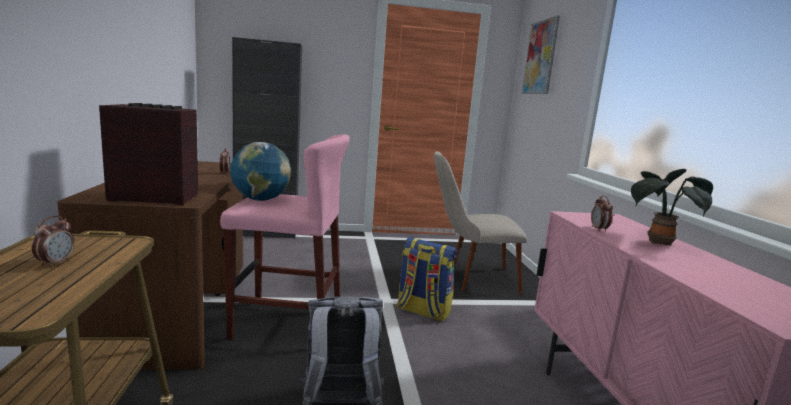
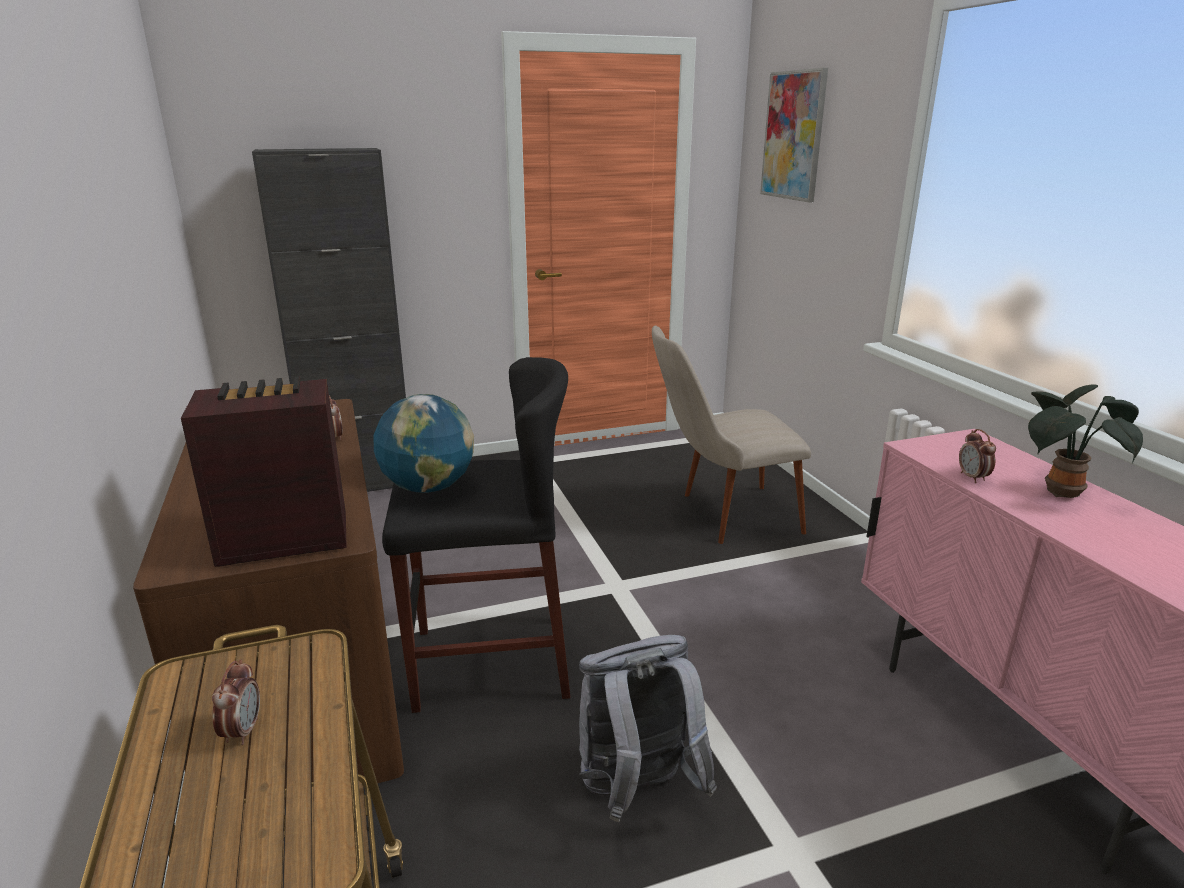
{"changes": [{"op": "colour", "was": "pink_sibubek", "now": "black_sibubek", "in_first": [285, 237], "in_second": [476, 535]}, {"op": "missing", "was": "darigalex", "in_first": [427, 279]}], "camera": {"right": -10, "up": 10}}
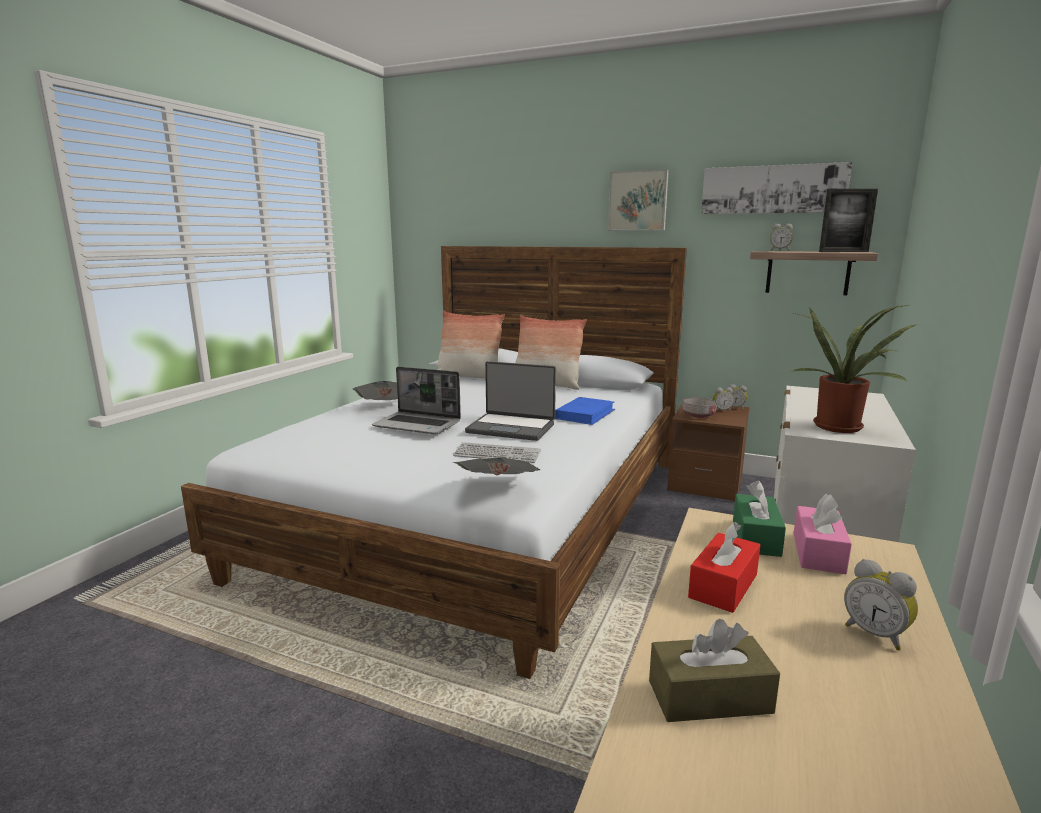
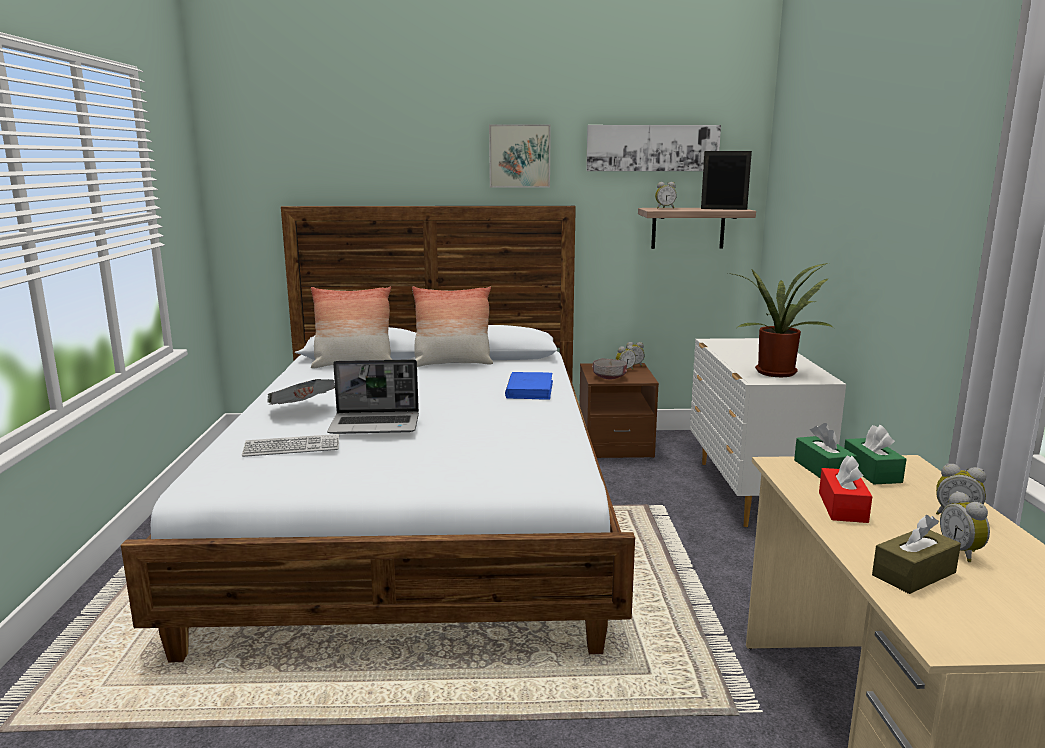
{"changes": [{"op": "spun", "was": "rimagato", "in_first": [848, 220], "in_second": [726, 180], "clockwise": -135}, {"op": "missing", "was": "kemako", "in_first": [510, 401]}, {"op": "relocated", "was": "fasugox", "in_first": [497, 452], "in_second": [290, 445]}, {"op": "missing", "was": "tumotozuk", "in_first": [496, 466]}, {"op": "colour", "was": "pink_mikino", "now": "green_mikino", "in_first": [823, 534], "in_second": [875, 454]}, {"op": "appeared", "now": "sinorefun", "in_second": [965, 526]}], "camera": {"right": -25, "up": 0}}
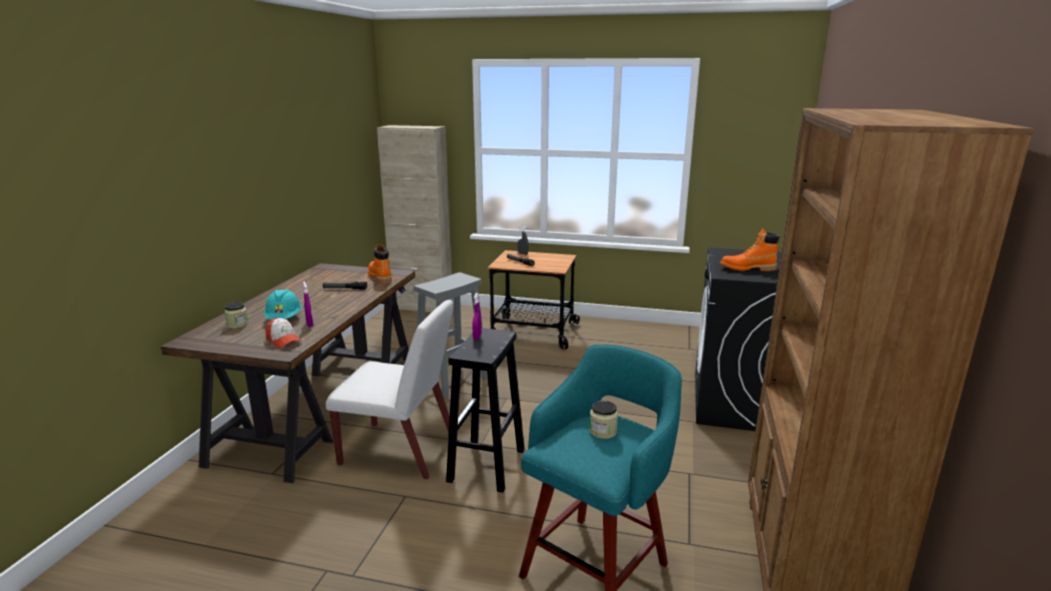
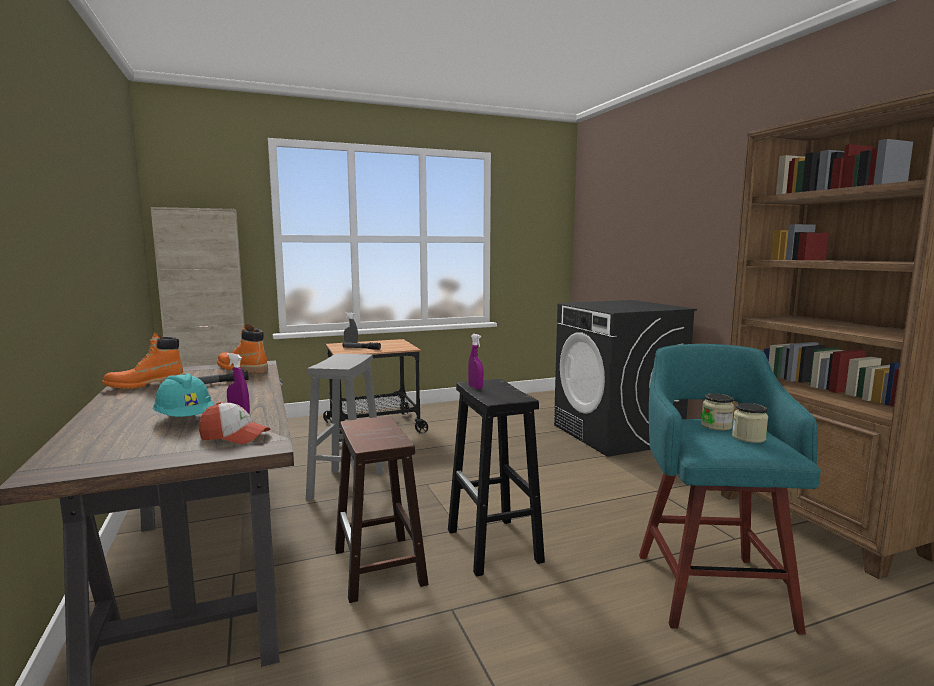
{"changes": [{"op": "relocated", "was": "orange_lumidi", "in_first": [750, 250], "in_second": [143, 360]}, {"op": "exchanged", "was": "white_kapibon", "now": "brown_sibubek", "in_first": [389, 390], "in_second": [381, 509]}, {"op": "relocated", "was": "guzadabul", "in_first": [236, 315], "in_second": [750, 423]}], "camera": {"right": -35, "up": -10}}
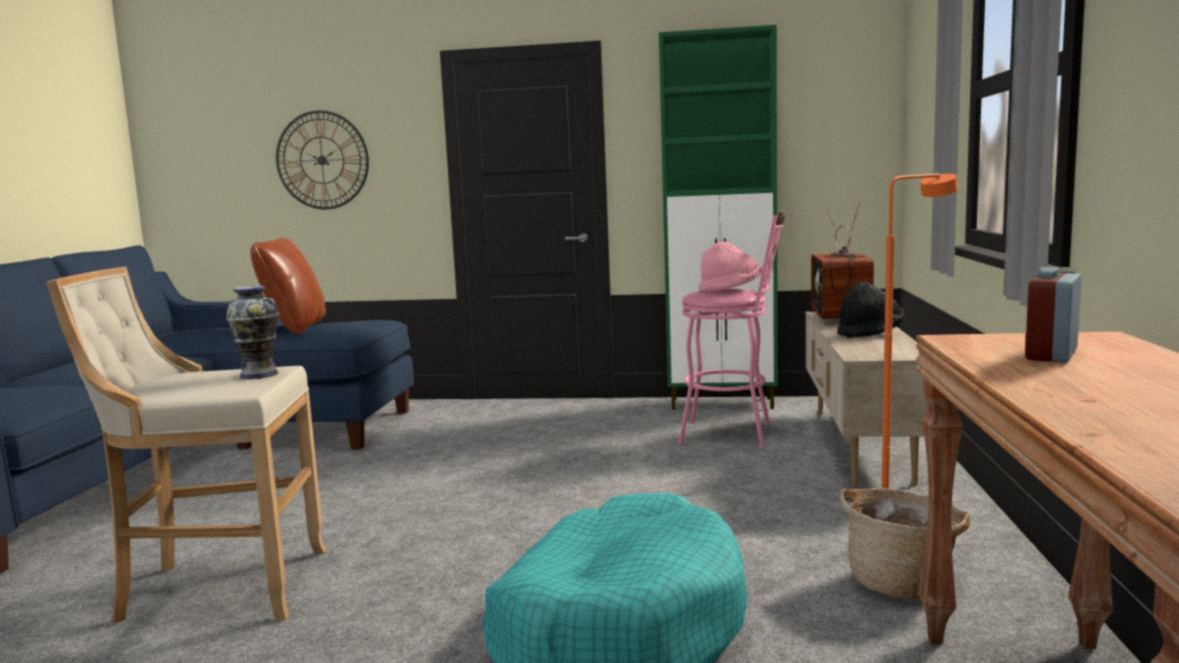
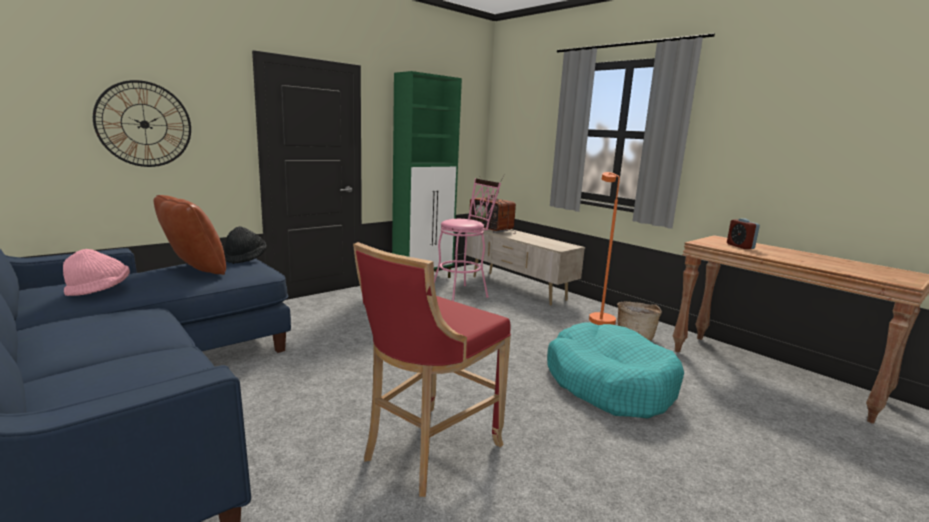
{"changes": [{"op": "relocated", "was": "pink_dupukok", "in_first": [730, 267], "in_second": [96, 272]}, {"op": "colour", "was": "beige_sibubek", "now": "red_sibubek", "in_first": [186, 445], "in_second": [432, 369]}, {"op": "relocated", "was": "black_dupukok", "in_first": [870, 310], "in_second": [246, 245]}, {"op": "missing", "was": "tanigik", "in_first": [252, 332]}], "camera": {"right": -50, "up": 5}}
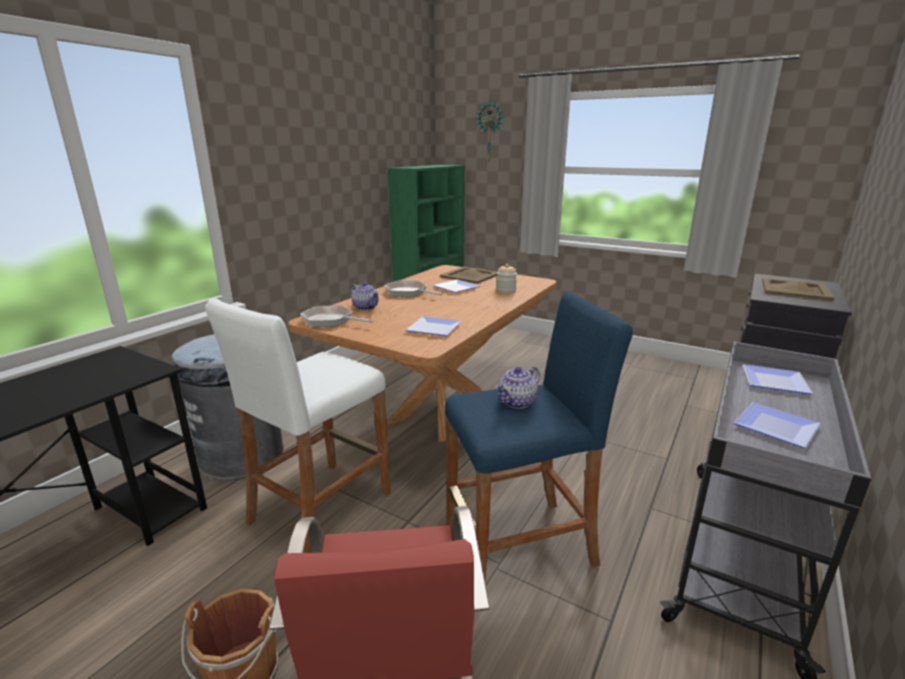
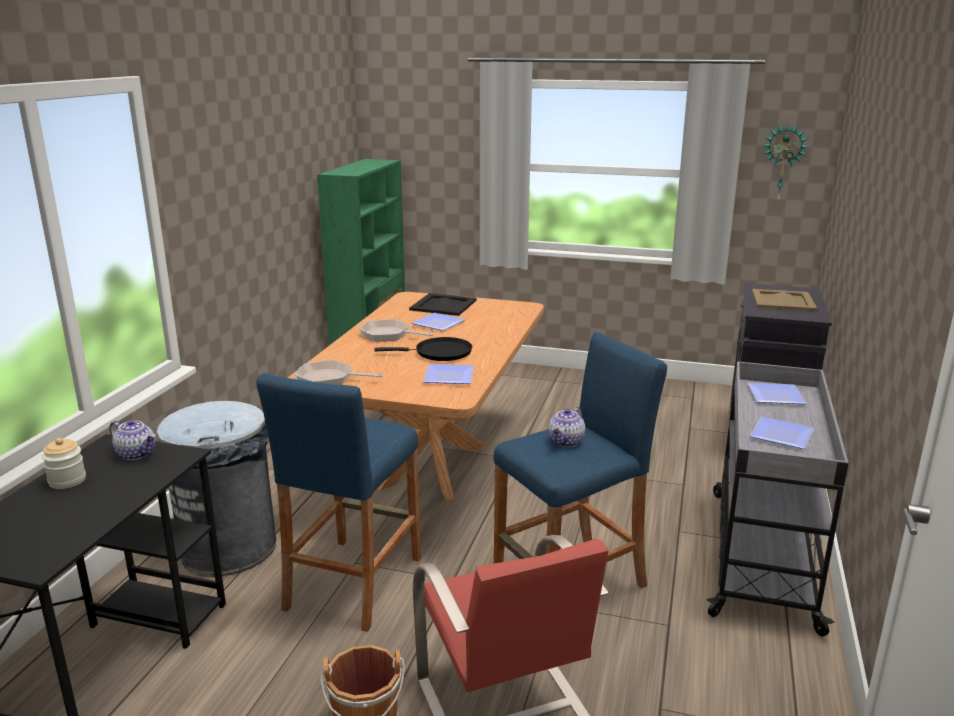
{"changes": [{"op": "relocated", "was": "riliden", "in_first": [490, 131], "in_second": [785, 163]}, {"op": "relocated", "was": "guzadabul", "in_first": [506, 278], "in_second": [64, 463]}, {"op": "colour", "was": "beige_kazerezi", "now": "black_kazerezi", "in_first": [468, 275], "in_second": [443, 304]}, {"op": "relocated", "was": "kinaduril", "in_first": [365, 296], "in_second": [132, 440]}, {"op": "colour", "was": "white_sibubek", "now": "blue_sibubek", "in_first": [298, 425], "in_second": [338, 502]}, {"op": "appeared", "now": "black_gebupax", "in_second": [423, 349]}], "camera": {"right": -15, "up": 0}}
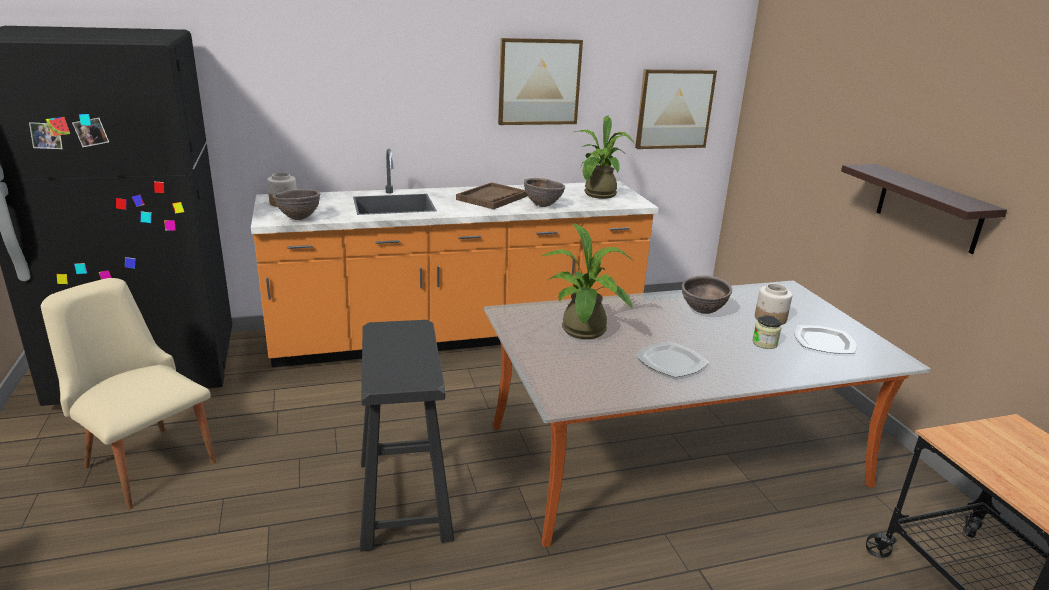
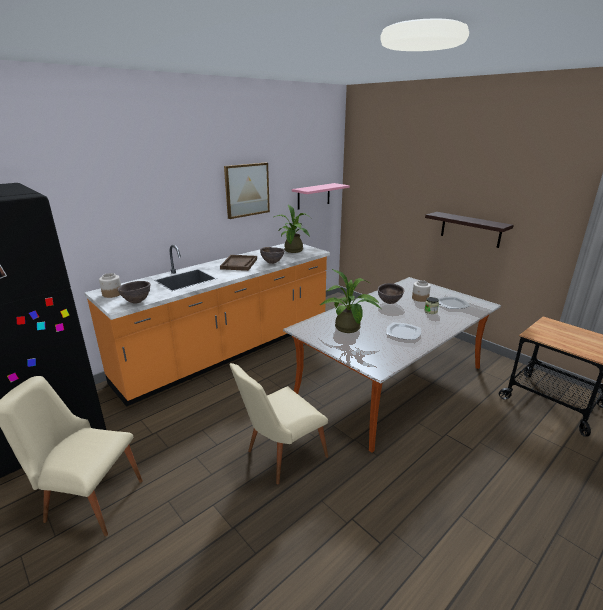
{"changes": [{"op": "exchanged", "was": "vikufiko", "now": "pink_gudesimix", "in_first": [676, 109], "in_second": [321, 196]}, {"op": "exchanged", "was": "black_sibubek", "now": "beige_kapibon", "in_first": [407, 436], "in_second": [278, 424]}], "camera": {"right": -25, "up": 0}}
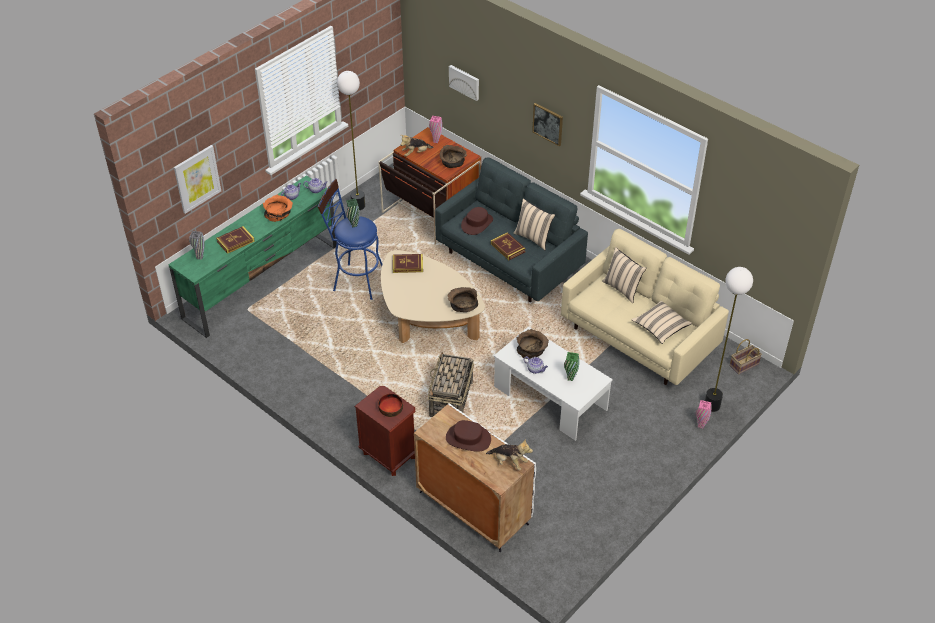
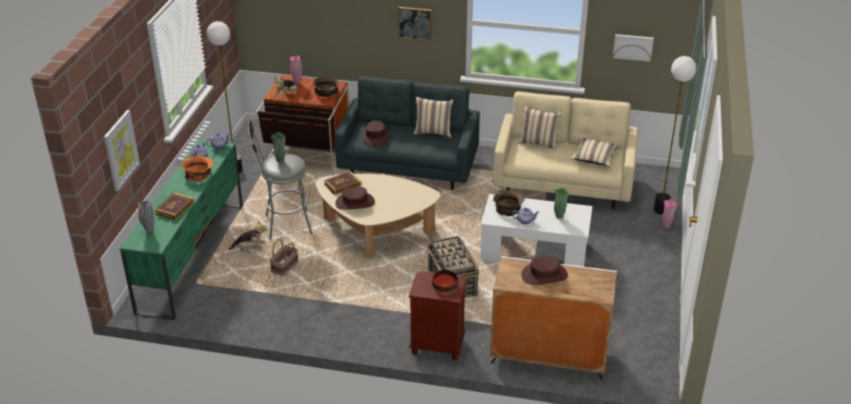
{"changes": [{"op": "relocated", "was": "vikufiko", "in_first": [464, 83], "in_second": [633, 48]}, {"op": "colour", "was": "blue_sibubek", "now": "grey_sibubek", "in_first": [350, 239], "in_second": [280, 180]}, {"op": "missing", "was": "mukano", "in_first": [508, 246]}, {"op": "missing", "was": "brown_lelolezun", "in_first": [462, 299]}, {"op": "relocated", "was": "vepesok", "in_first": [746, 357], "in_second": [284, 257]}, {"op": "relocated", "was": "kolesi", "in_first": [509, 454], "in_second": [248, 235]}, {"op": "appeared", "now": "brown_dupukok", "in_second": [355, 198]}], "camera": {"right": -30, "up": -10}}
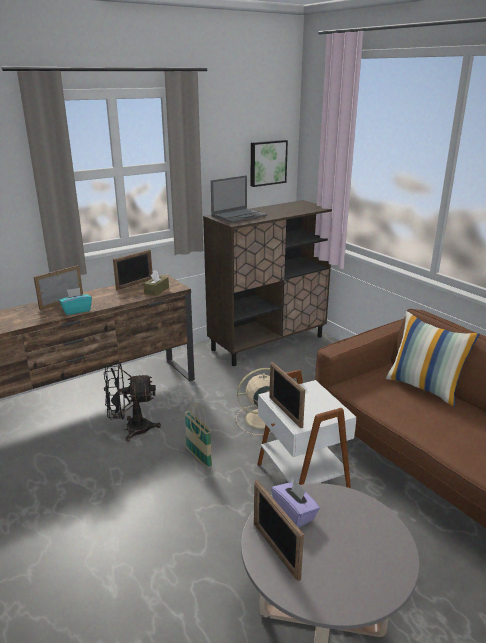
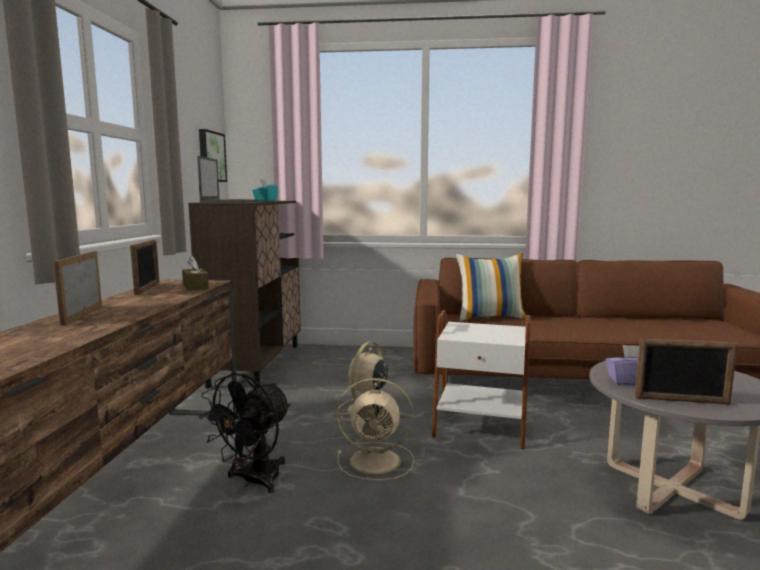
{"changes": [{"op": "relocated", "was": "turquoise_mikino", "in_first": [75, 301], "in_second": [265, 190]}, {"op": "missing", "was": "rimagato", "in_first": [287, 395]}, {"op": "exchanged", "was": "vepesok", "now": "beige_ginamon", "in_first": [198, 435], "in_second": [375, 429]}], "camera": {"right": -50, "up": -15}}
